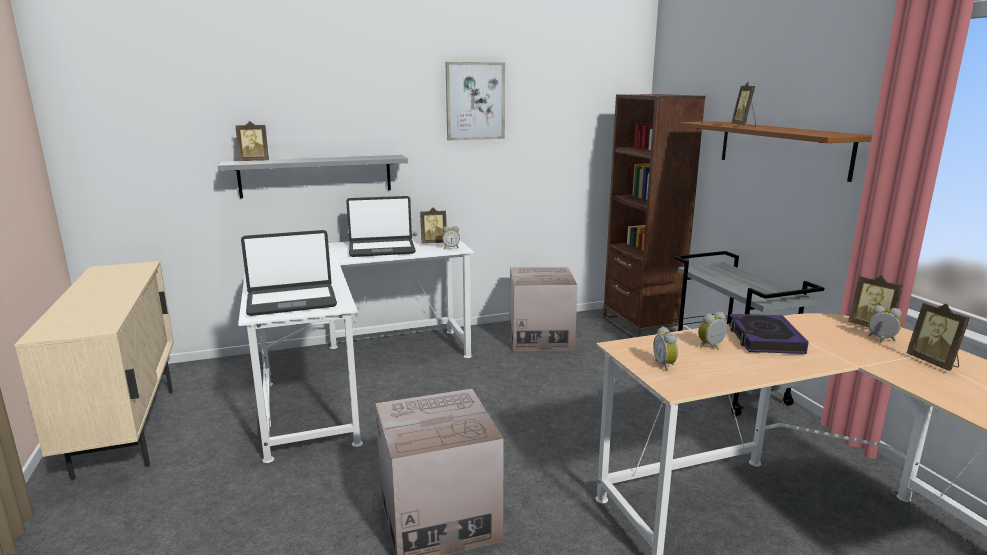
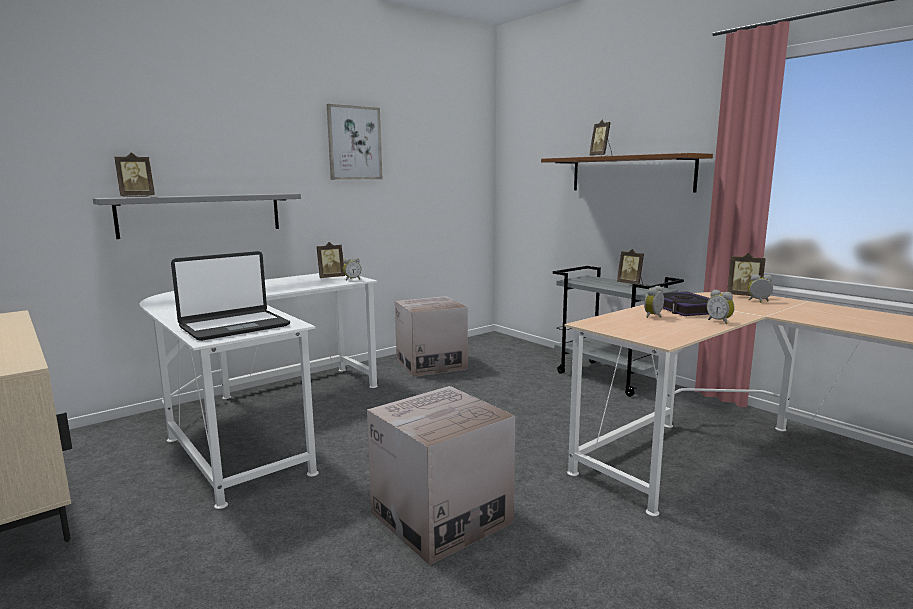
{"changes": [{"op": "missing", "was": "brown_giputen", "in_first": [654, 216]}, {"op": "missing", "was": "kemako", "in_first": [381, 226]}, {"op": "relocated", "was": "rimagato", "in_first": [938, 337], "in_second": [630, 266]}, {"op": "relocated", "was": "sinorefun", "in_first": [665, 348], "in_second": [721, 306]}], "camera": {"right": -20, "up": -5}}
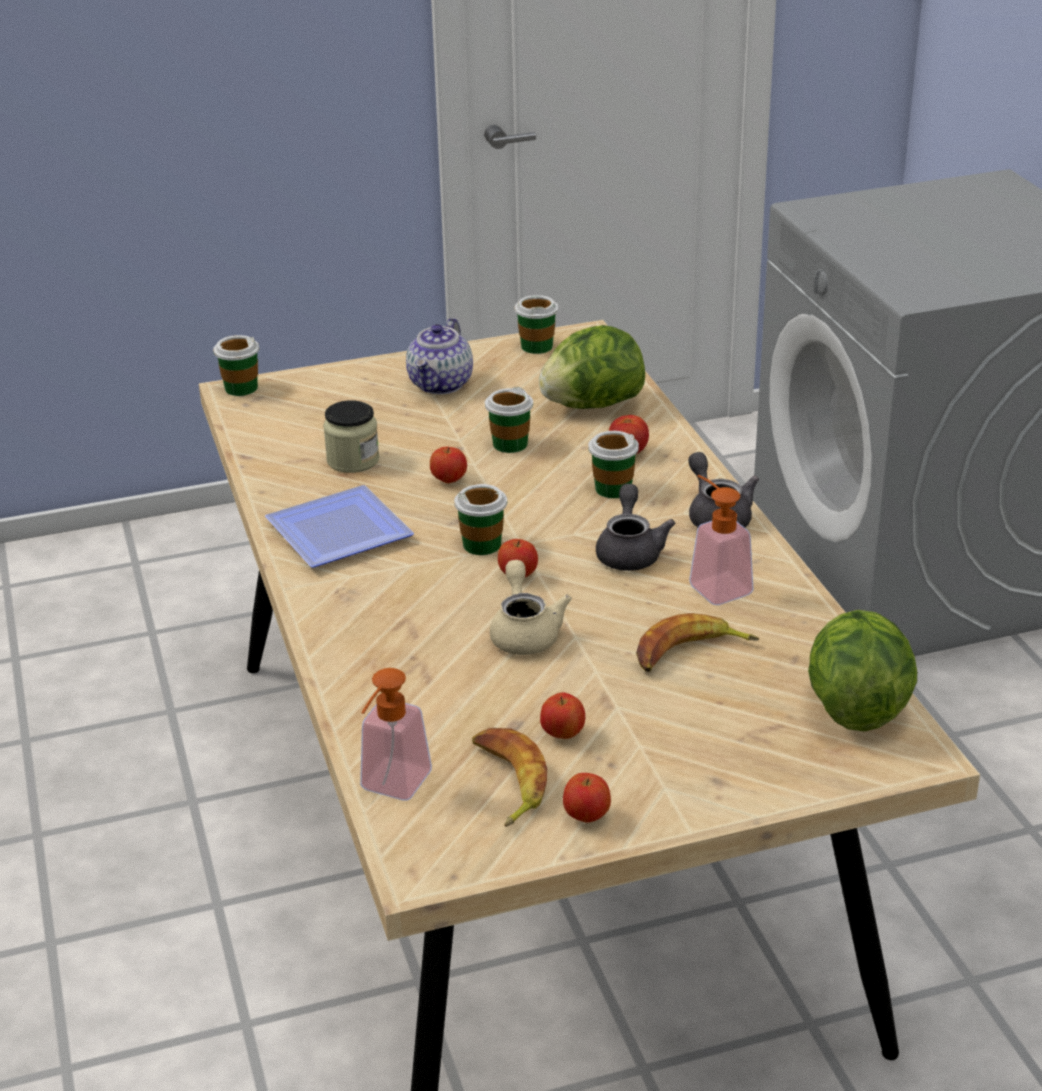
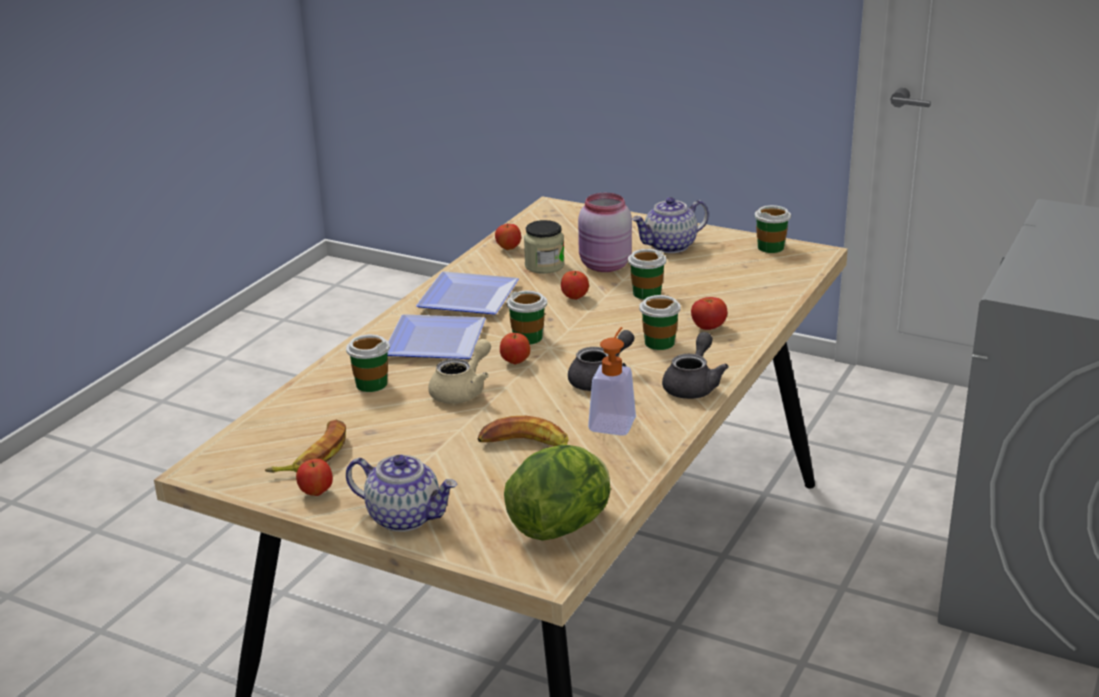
{"changes": [{"op": "missing", "was": "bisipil", "in_first": [592, 367]}, {"op": "relocated", "was": "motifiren", "in_first": [236, 365], "in_second": [368, 363]}, {"op": "missing", "was": "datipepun", "in_first": [396, 734]}, {"op": "relocated", "was": "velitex", "in_first": [562, 716], "in_second": [508, 236]}, {"op": "appeared", "now": "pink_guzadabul", "in_second": [605, 232]}, {"op": "appeared", "now": "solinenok", "in_second": [437, 336]}, {"op": "appeared", "now": "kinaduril", "in_second": [402, 493]}], "camera": {"right": 45, "up": -5}}
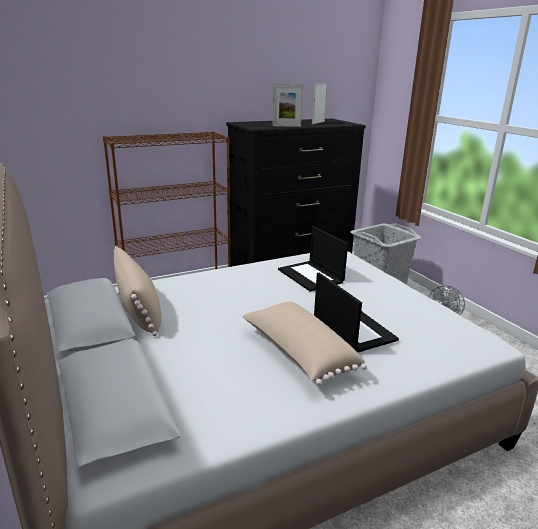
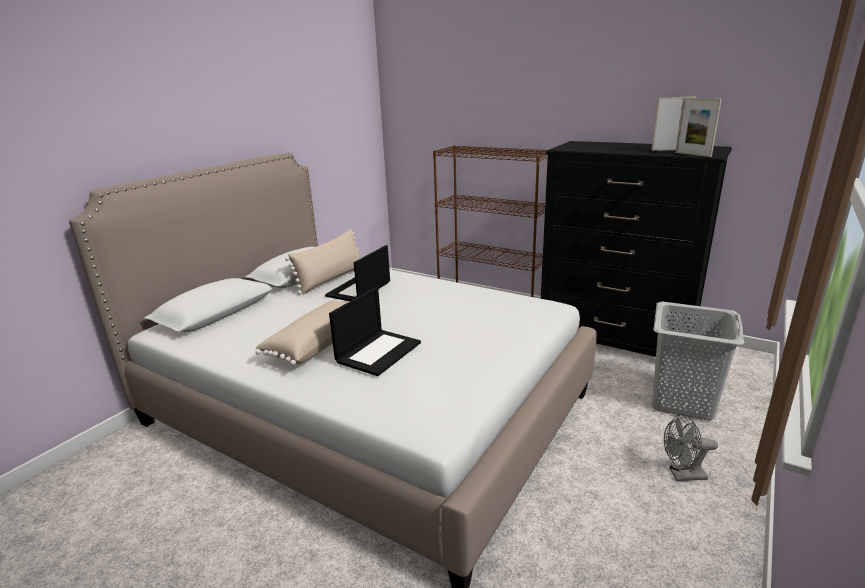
{"changes": [{"op": "relocated", "was": "rimagato", "in_first": [287, 105], "in_second": [698, 127]}, {"op": "relocated", "was": "kemako", "in_first": [313, 259], "in_second": [357, 273]}], "camera": {"right": 60, "up": 0}}
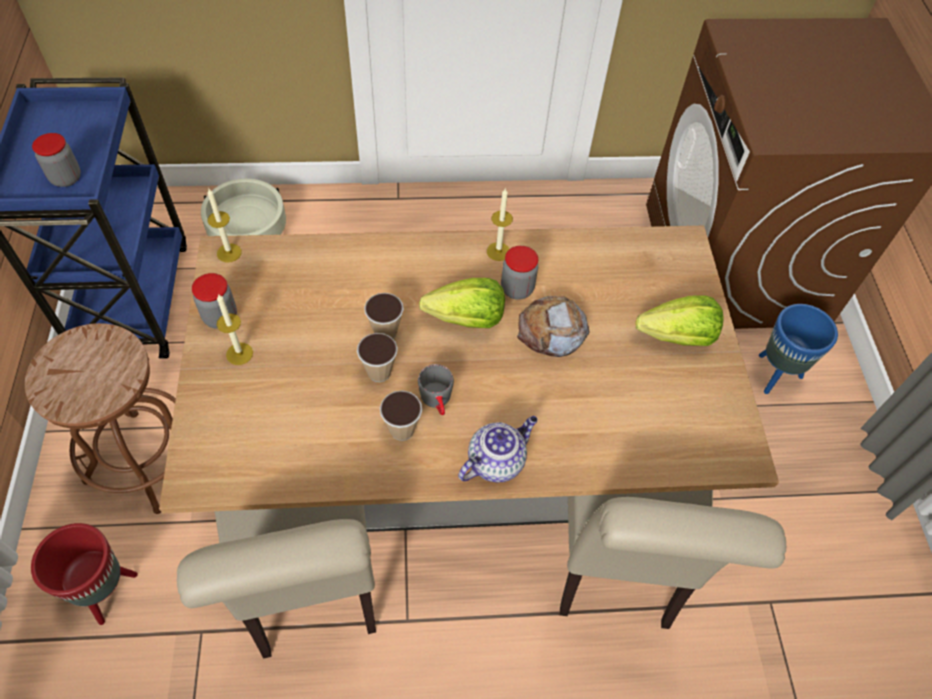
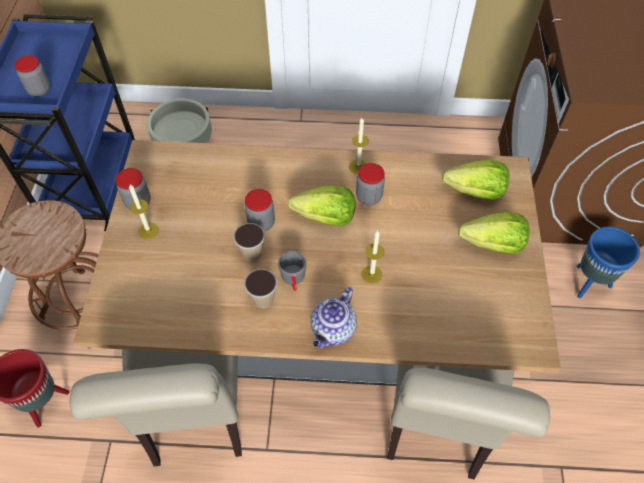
{"changes": [{"op": "relocated", "was": "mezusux", "in_first": [224, 226], "in_second": [372, 257]}, {"op": "exchanged", "was": "motifiren", "now": "guzadabul", "in_first": [384, 316], "in_second": [260, 210]}, {"op": "missing", "was": "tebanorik", "in_first": [553, 326]}, {"op": "spun", "was": "kinaduril", "in_first": [498, 449], "in_second": [333, 317], "clockwise": 150}, {"op": "appeared", "now": "bisipil", "in_second": [476, 180]}], "camera": {"right": 10, "up": 0}}
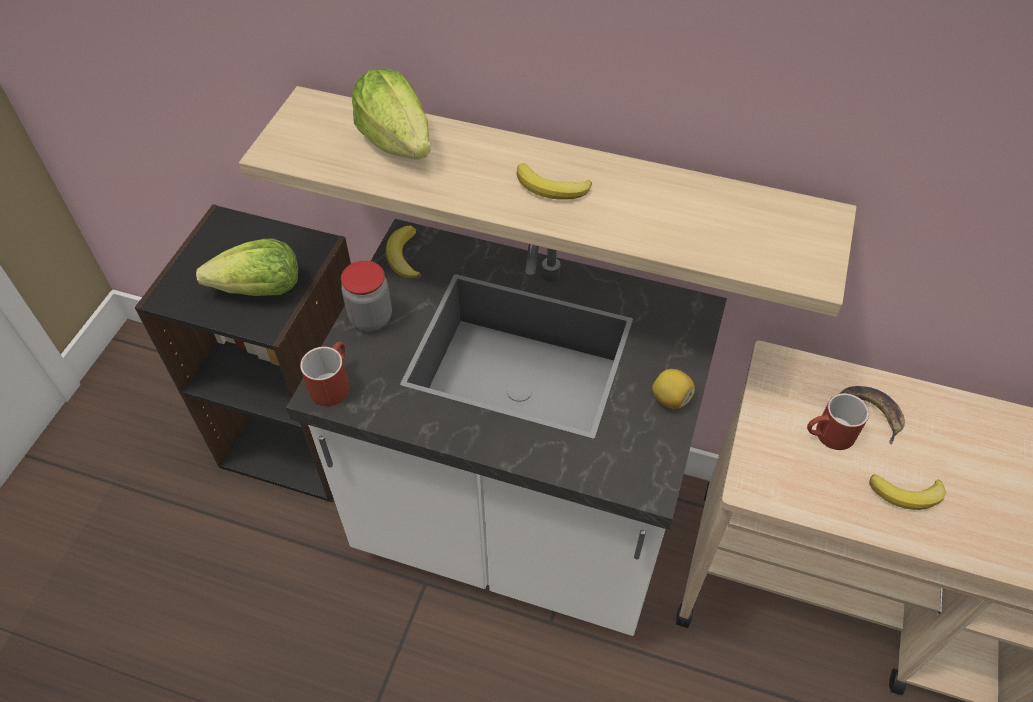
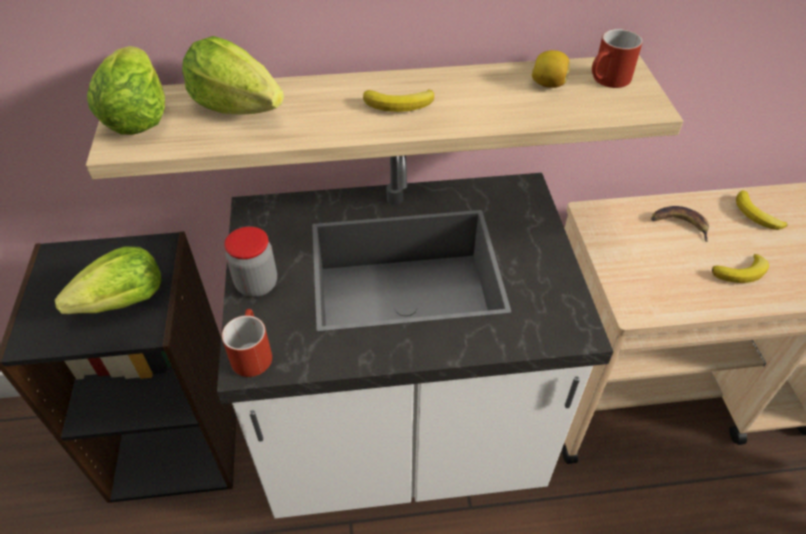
{"changes": [{"op": "relocated", "was": "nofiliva", "in_first": [403, 252], "in_second": [762, 210]}, {"op": "relocated", "was": "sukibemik", "in_first": [673, 389], "in_second": [551, 69]}, {"op": "relocated", "was": "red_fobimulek", "in_first": [838, 421], "in_second": [617, 58]}, {"op": "appeared", "now": "bisipil", "in_second": [126, 90]}], "camera": {"right": -25, "up": -5}}
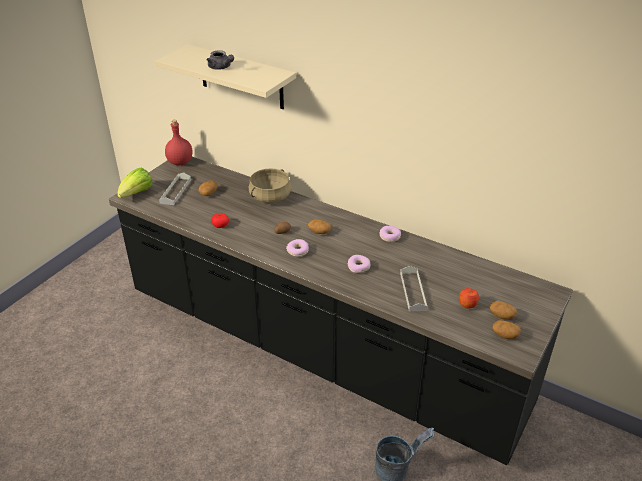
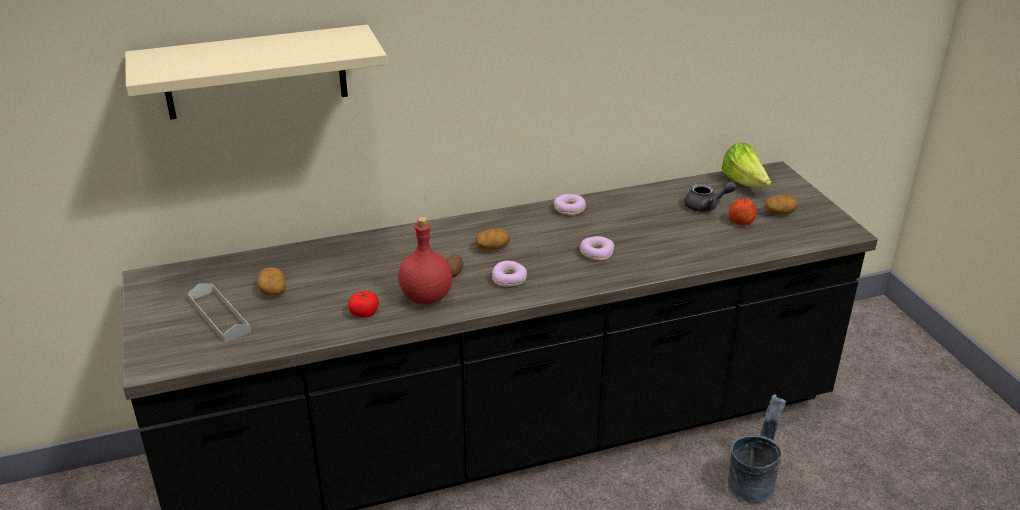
{"changes": [{"op": "relocated", "was": "grey_kinaduril", "in_first": [220, 60], "in_second": [710, 196]}, {"op": "relocated", "was": "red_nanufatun", "in_first": [179, 142], "in_second": [425, 261]}, {"op": "relocated", "was": "bisipil", "in_first": [135, 183], "in_second": [746, 165]}, {"op": "missing", "was": "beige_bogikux", "in_first": [270, 185]}, {"op": "missing", "was": "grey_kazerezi", "in_first": [414, 289]}, {"op": "missing", "was": "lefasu", "in_first": [506, 329]}], "camera": {"right": -50, "up": -5}}
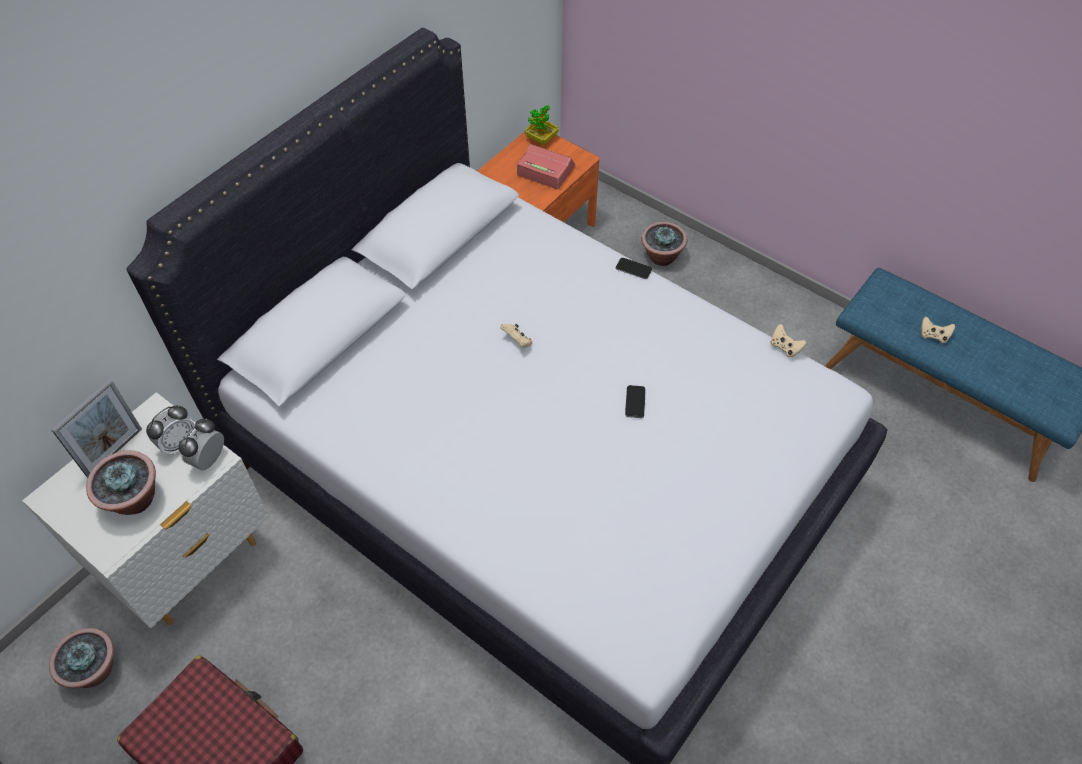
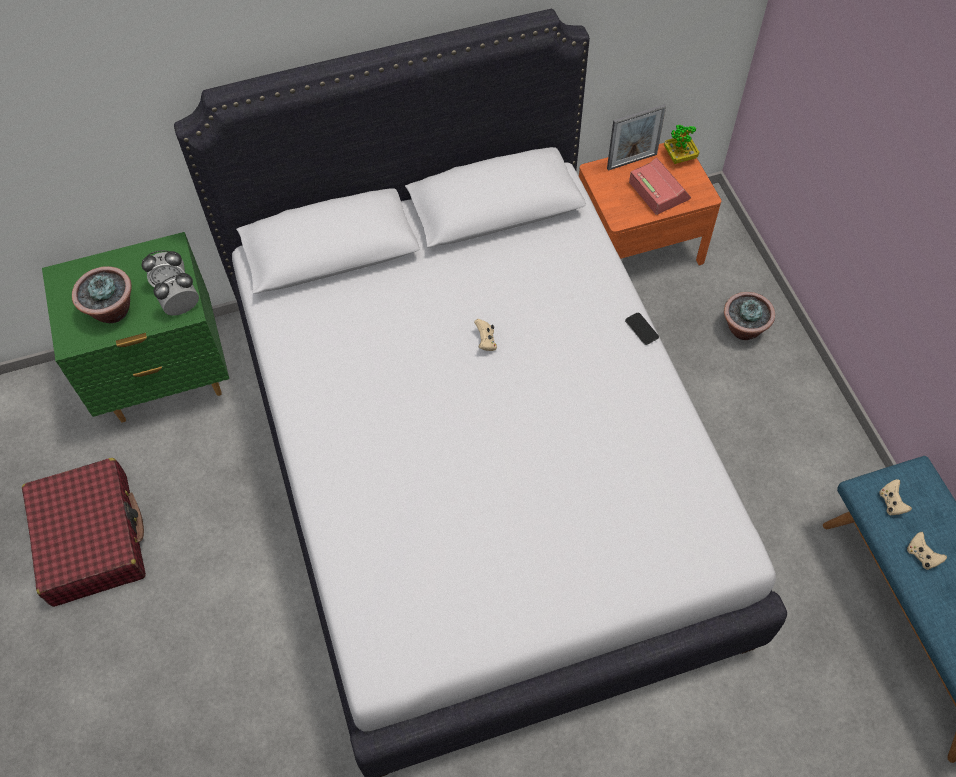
{"changes": [{"op": "relocated", "was": "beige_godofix", "in_first": [788, 341], "in_second": [895, 497]}, {"op": "relocated", "was": "rimagato", "in_first": [96, 428], "in_second": [636, 137]}, {"op": "missing", "was": "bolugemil", "in_first": [635, 401]}, {"op": "colour", "was": "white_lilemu", "now": "green_lilemu", "in_first": [145, 510], "in_second": [136, 327]}, {"op": "missing", "was": "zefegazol", "in_first": [81, 658]}], "camera": {"right": 35, "up": 5}}
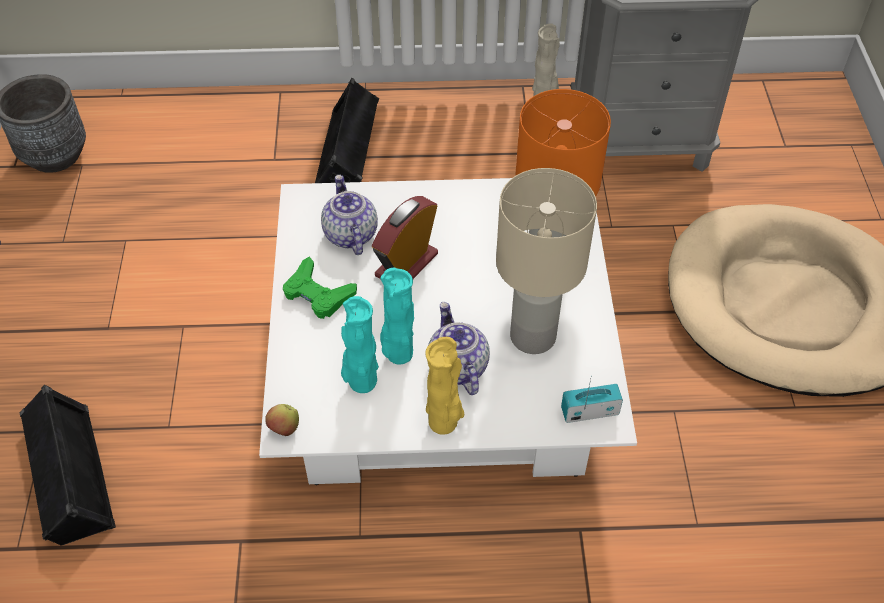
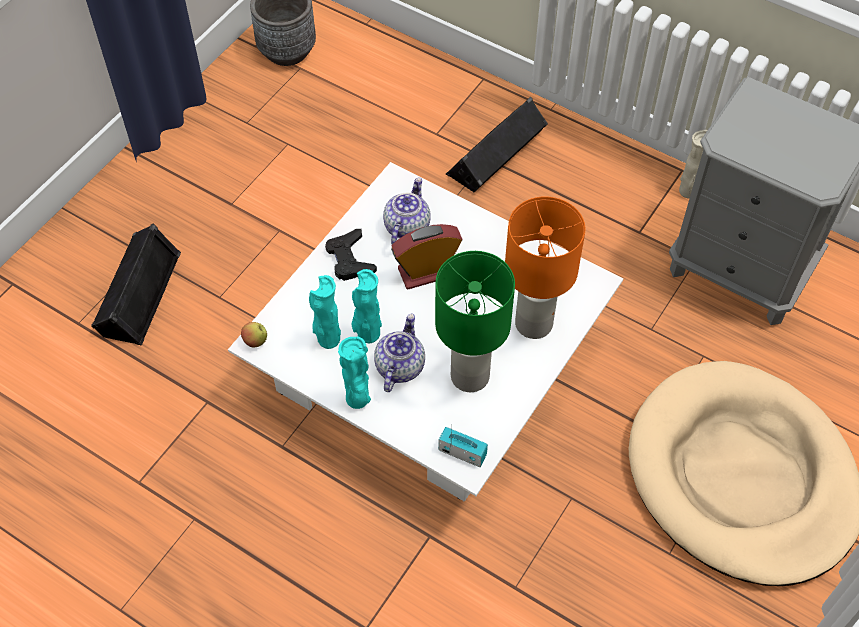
{"changes": [{"op": "colour", "was": "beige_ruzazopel", "now": "green_ruzazopel", "in_first": [546, 261], "in_second": [475, 321]}, {"op": "colour", "was": "green_godofix", "now": "black_godofix", "in_first": [320, 288], "in_second": [351, 255]}, {"op": "colour", "was": "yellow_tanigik", "now": "turquoise_tanigik", "in_first": [444, 386], "in_second": [354, 373]}], "camera": {"right": 35, "up": 5}}
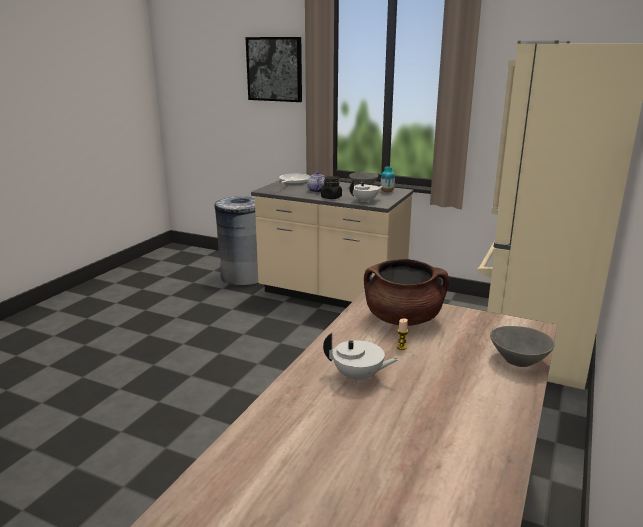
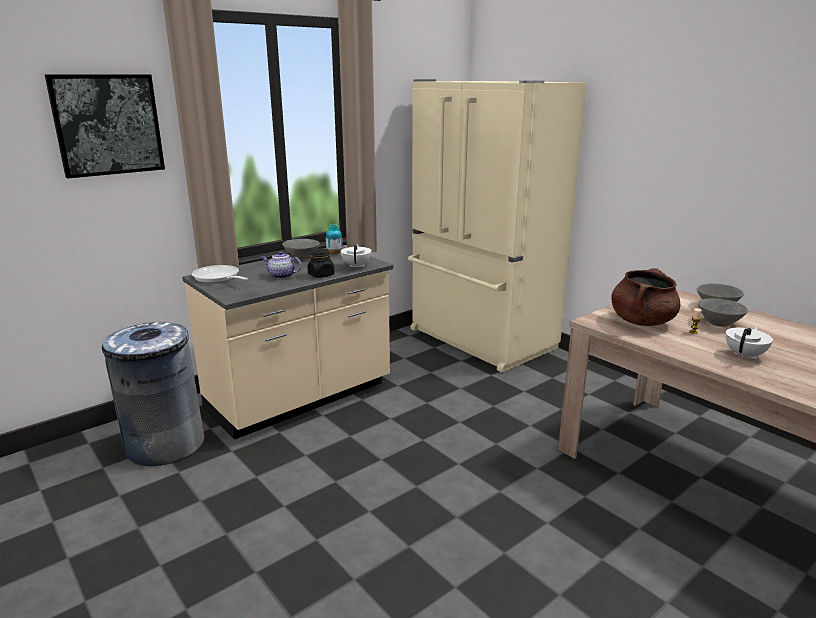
{"changes": [{"op": "appeared", "now": "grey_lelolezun", "in_second": [723, 313]}], "camera": {"right": -65, "up": 0}}
